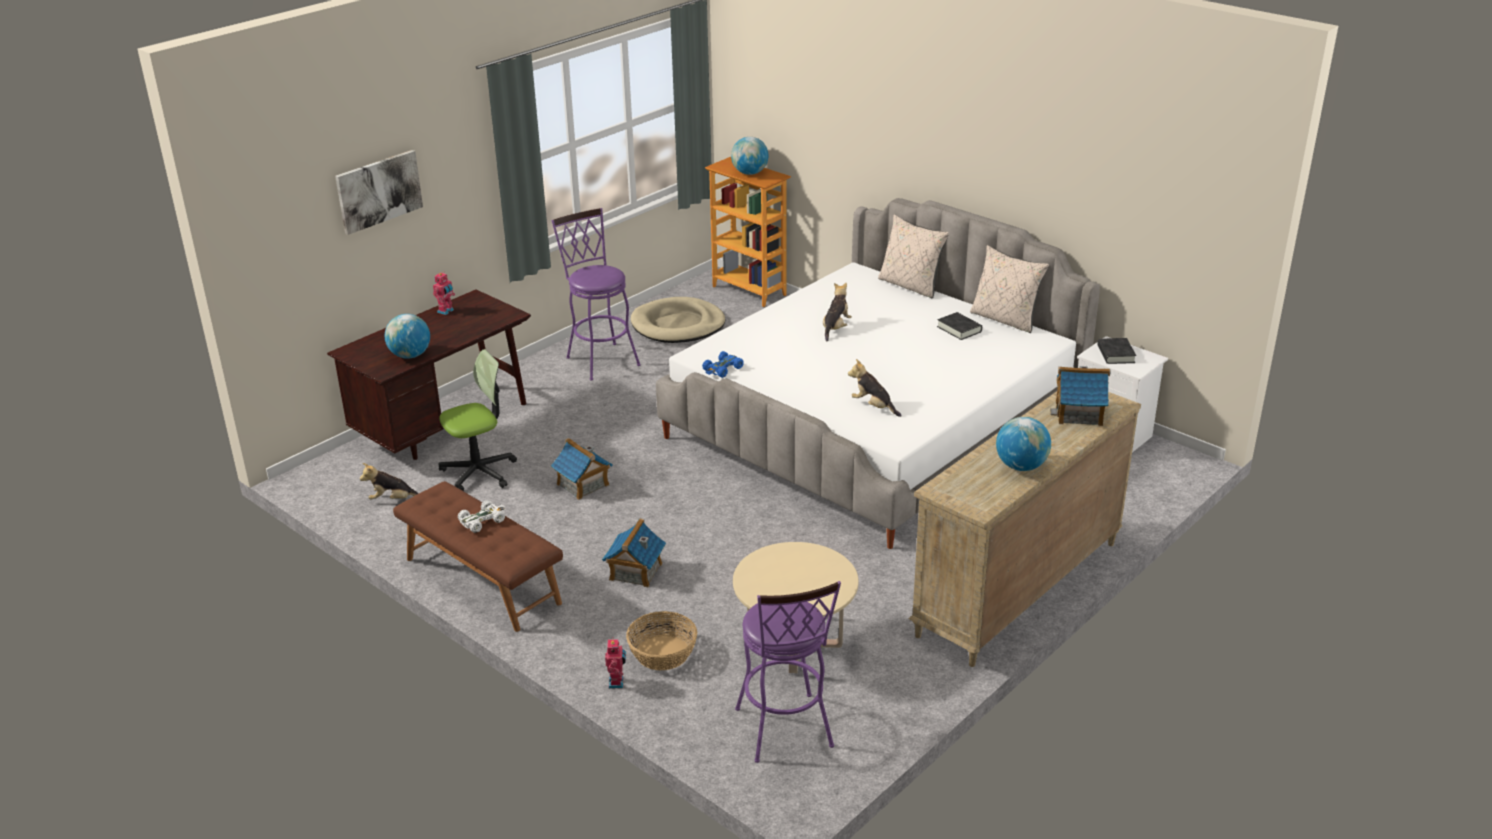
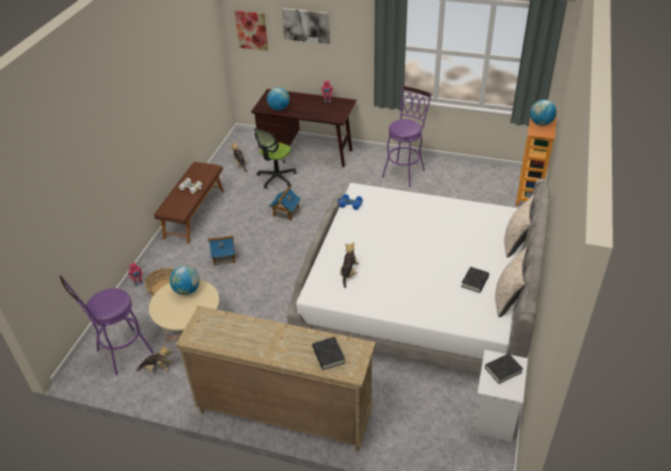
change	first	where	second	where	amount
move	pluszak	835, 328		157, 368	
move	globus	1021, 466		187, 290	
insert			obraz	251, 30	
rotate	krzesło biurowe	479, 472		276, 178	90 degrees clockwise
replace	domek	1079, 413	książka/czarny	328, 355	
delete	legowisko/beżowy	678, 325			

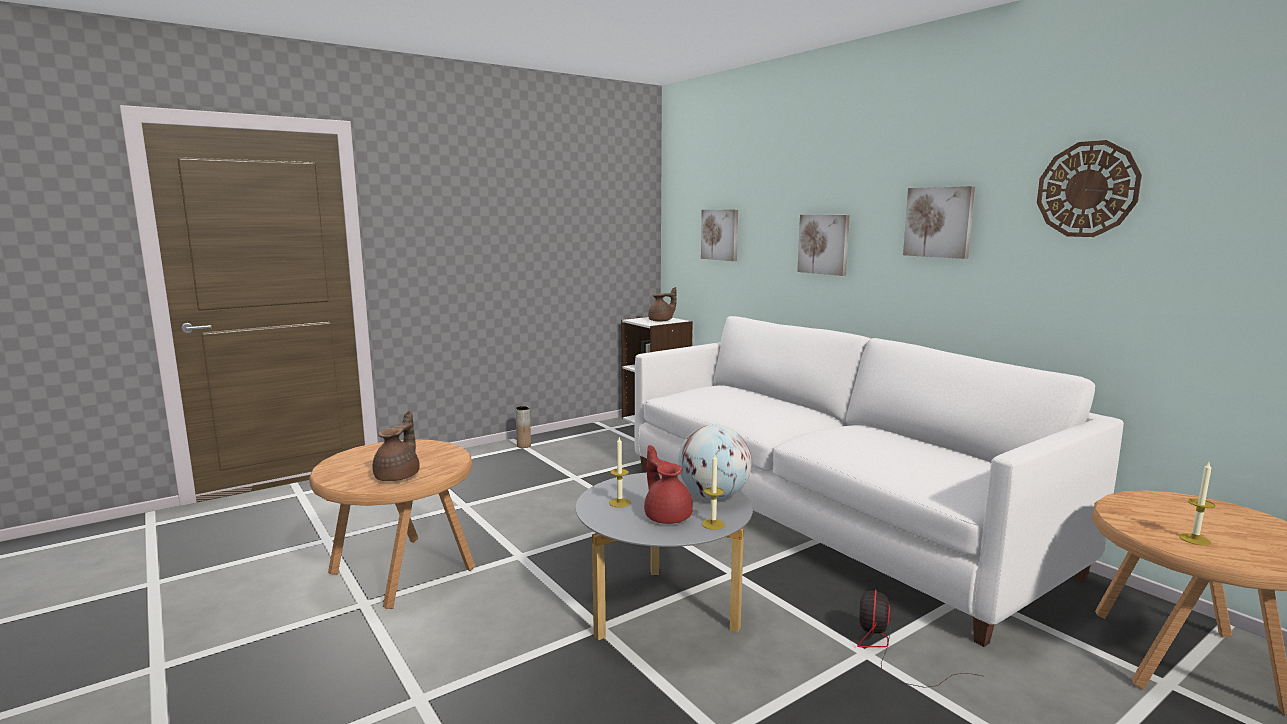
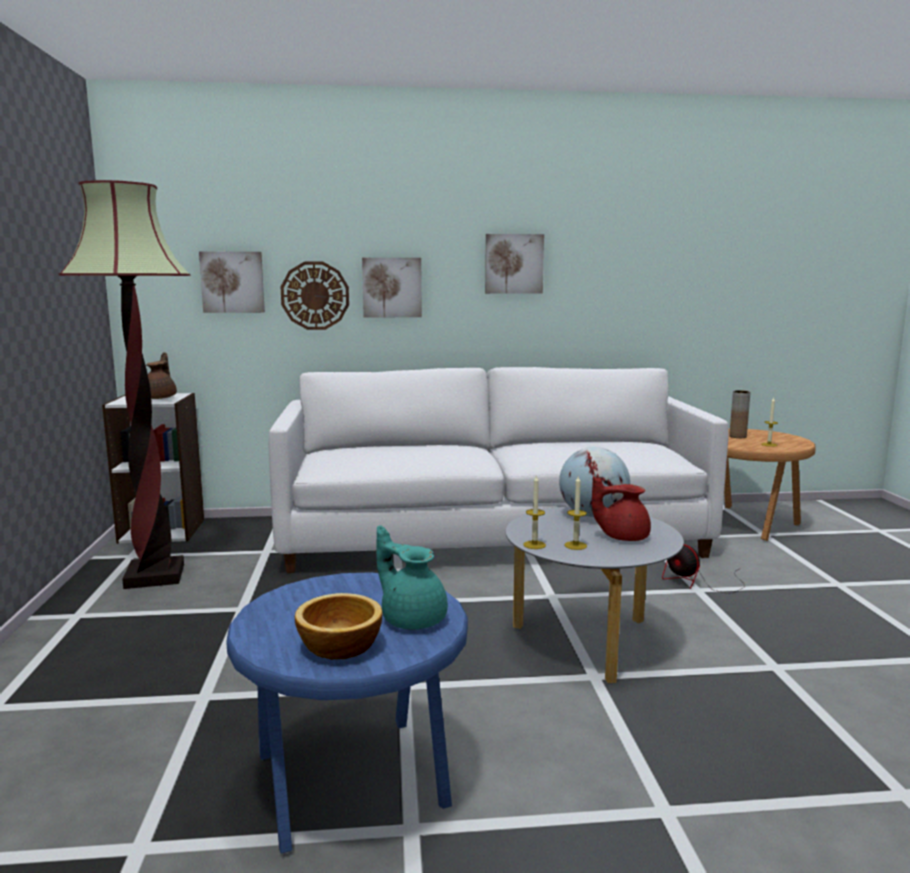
change	first	where	second	where	amount
insert			lampa stojąca	154, 576	
recolor	stolik/brązowy	402, 573	stolik/niebieski	355, 781	
move	zegar ścienny	1087, 189		315, 295	
insert			miska	338, 646	
recolor	imbryk/brązowy	399, 476	imbryk/turkusowy	412, 618	
move	świeca	713, 524		534, 545	
move	wazon/brązowy	524, 446		737, 436	

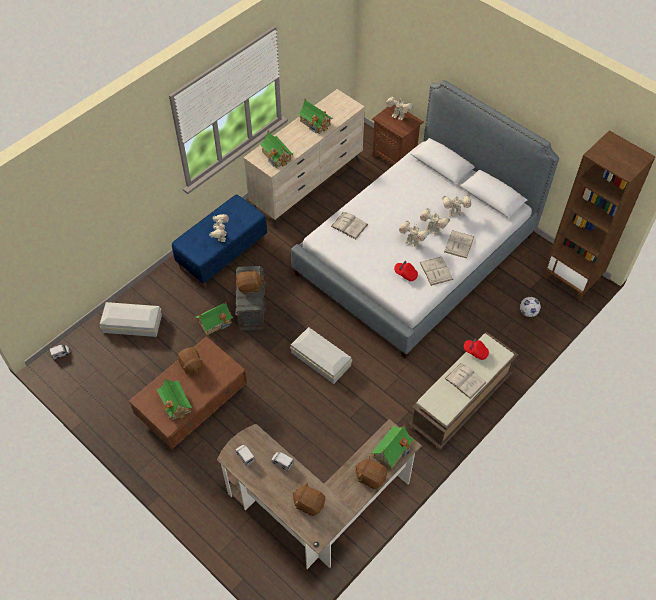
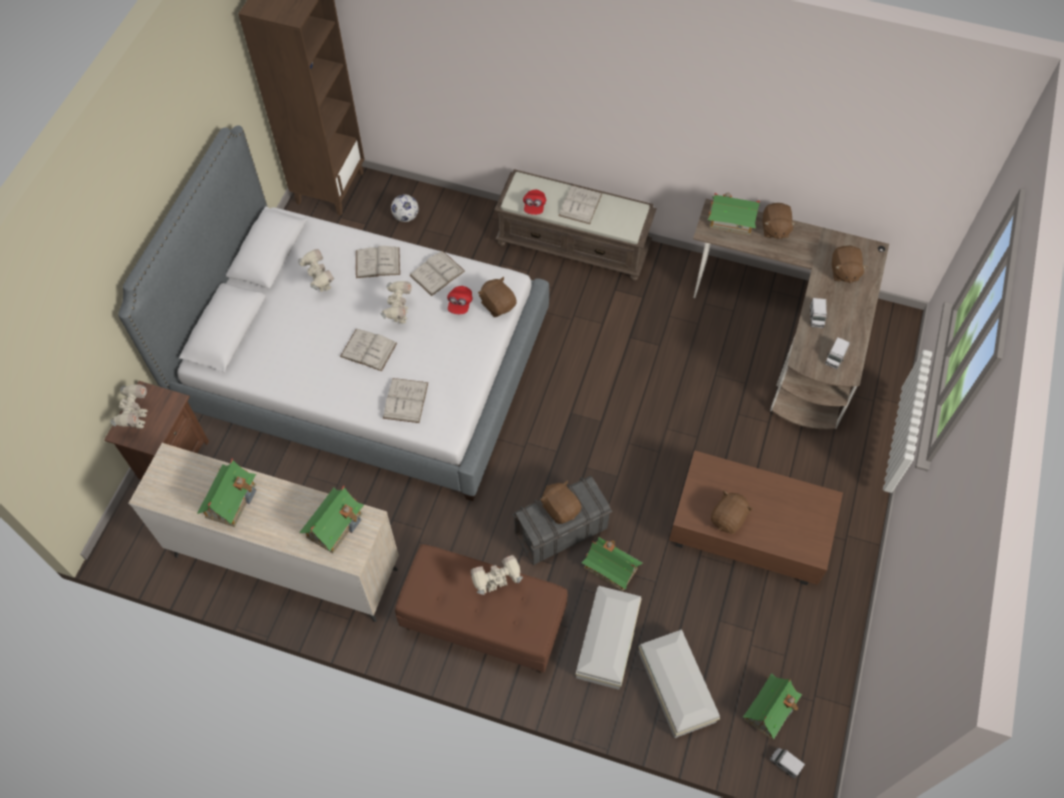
change	first	where	second	where	amount
insert			książka/biały	368, 350	
recolor	ławka/niebieski	222, 254	ławka/brązowy	483, 622	
insert			pluszak/brązowy	498, 304	
move	pojemnik do przechowywania/biały	320, 358		606, 642	
move	domek	175, 404		769, 709	
delete	robot zabawkowy	432, 230			

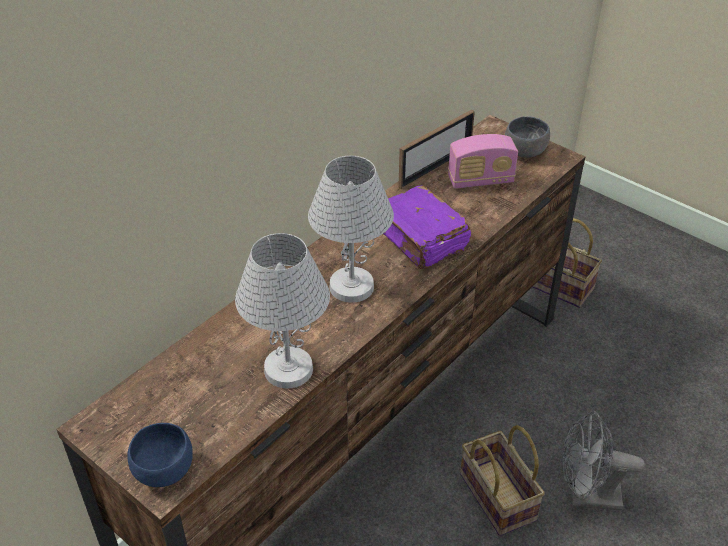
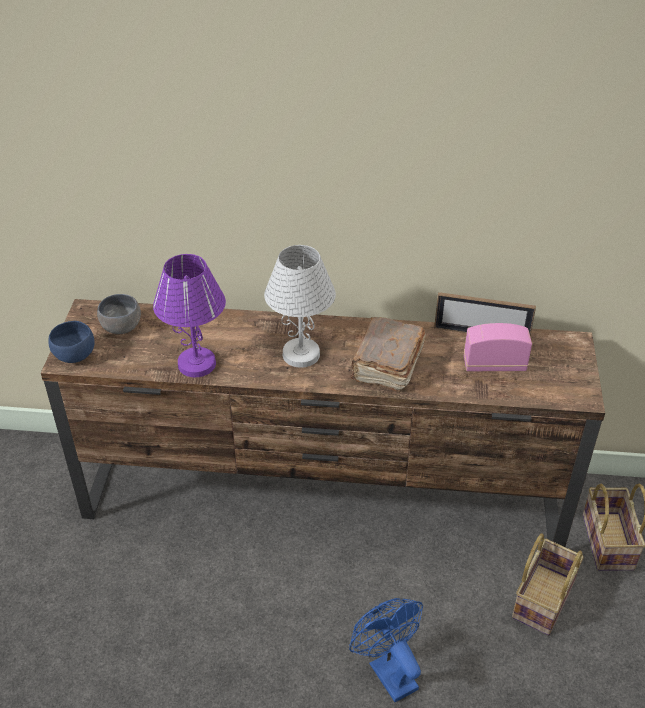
change	first	where	second	where	amount
move	miska/szary	524, 153		120, 327	
recolor	lampa stołowa/biały	289, 370	lampa stołowa/fioletowy	196, 364	
recolor	wentylator/szary	586, 497	wentylator/niebieski	388, 670	
recolor	książka/fioletowy	421, 240	książka/brązowy	386, 365	
rotate	radio	480, 180		494, 365	135 degrees clockwise
move	koszyk	494, 496		542, 597	

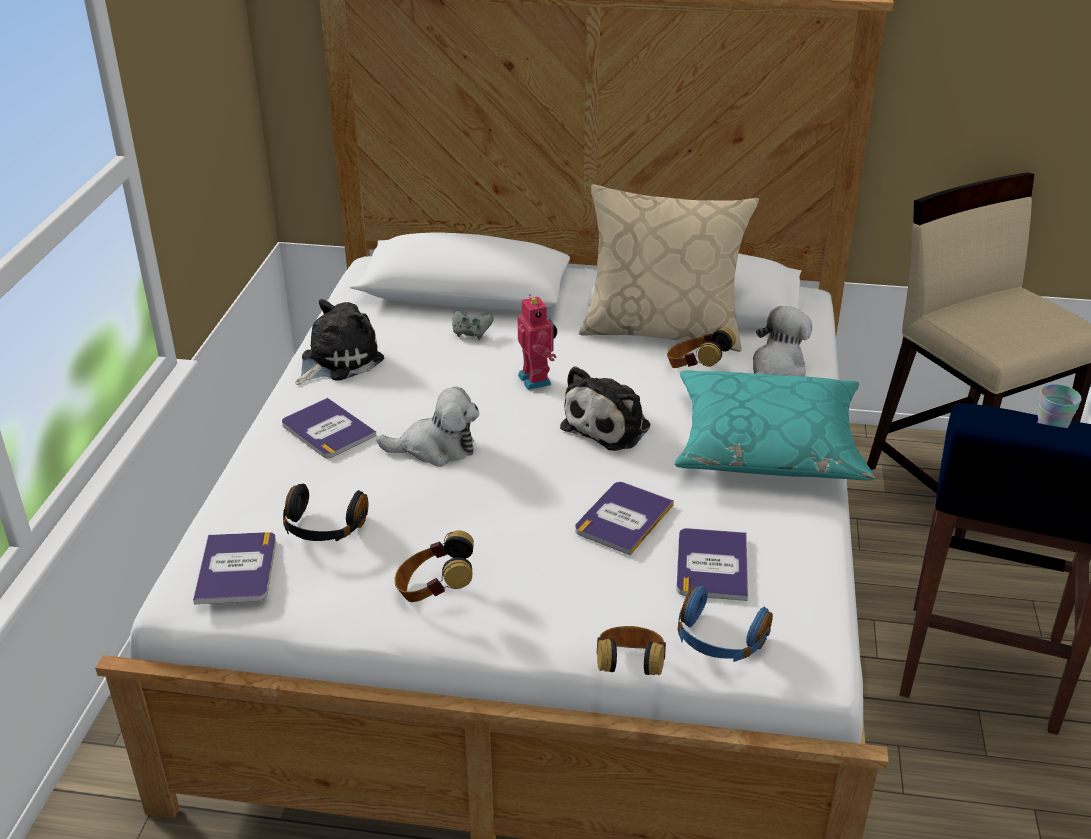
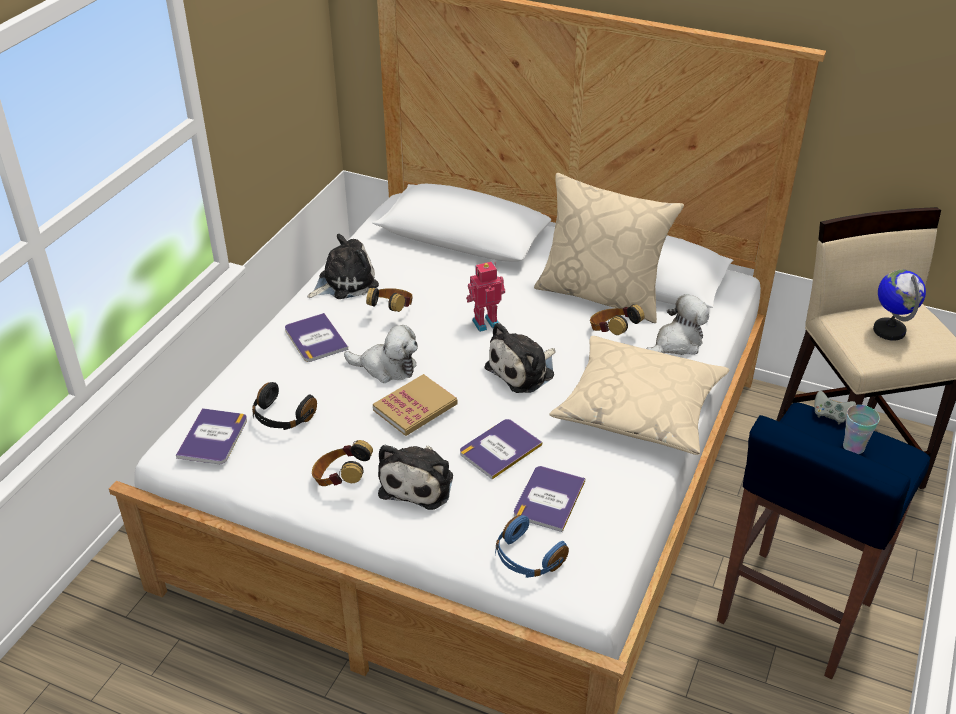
change	first	where	second	where	amount
move	słuchawki	629, 670		392, 311	
insert			książka	415, 407	
insert			pluszak	419, 482	
rotate	robot zabawkowy	537, 379		485, 322	105 degrees counterclockwise
recolor	poduszka/turkusowy	768, 444	poduszka/beżowy	639, 408	
move	pad do gier/szary	471, 333		830, 415	
insert			globus	889, 330	

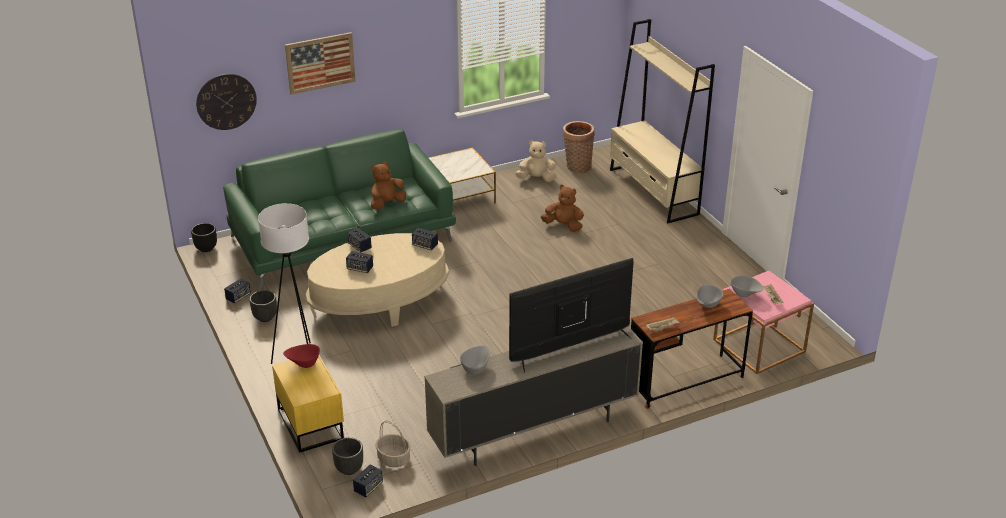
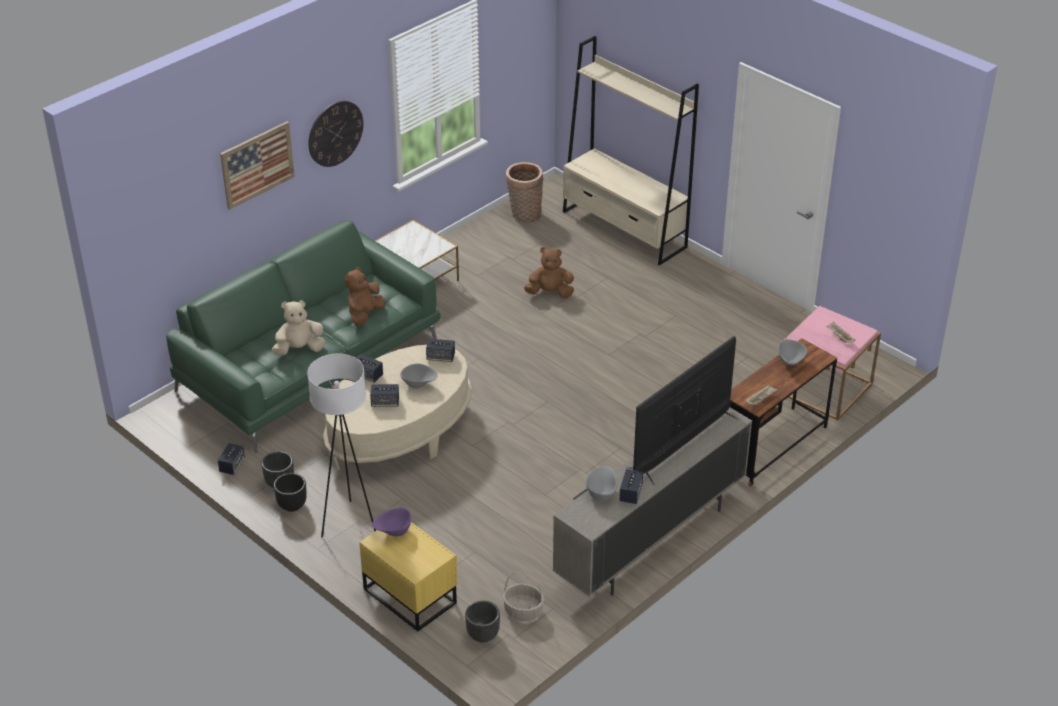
change	first	where	second	where	amount
move	pluszak/beżowy	536, 178		299, 349	
move	donica/czarny	206, 248		292, 505	
move	zegar ścienny	226, 101		335, 133	
recolor	miska/czerwony	303, 363	miska/fioletowy	393, 531	
move	miska/szary	745, 294		419, 384	
move	głośnik	368, 487		630, 494	

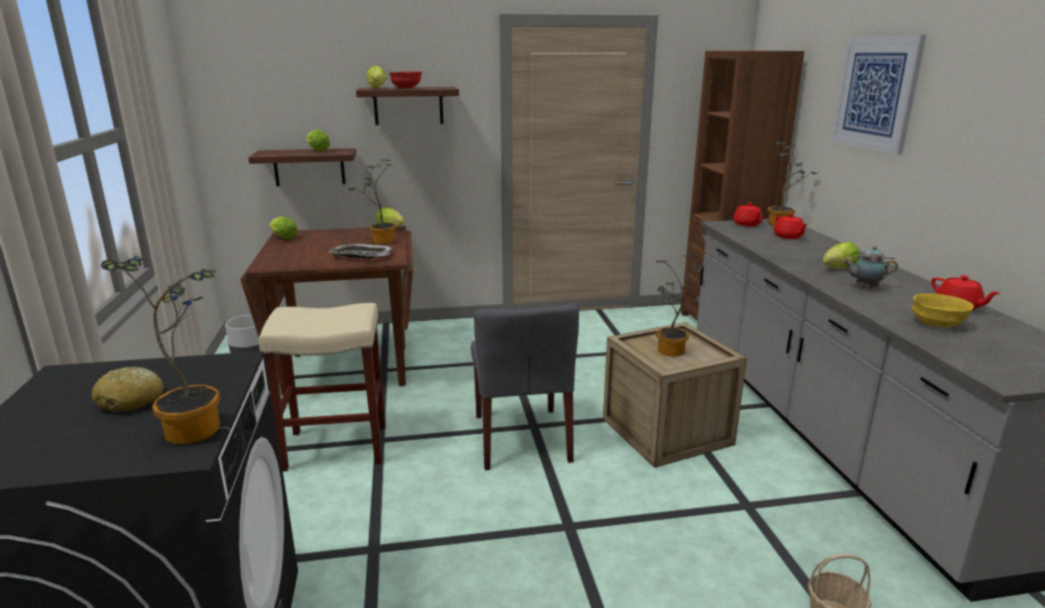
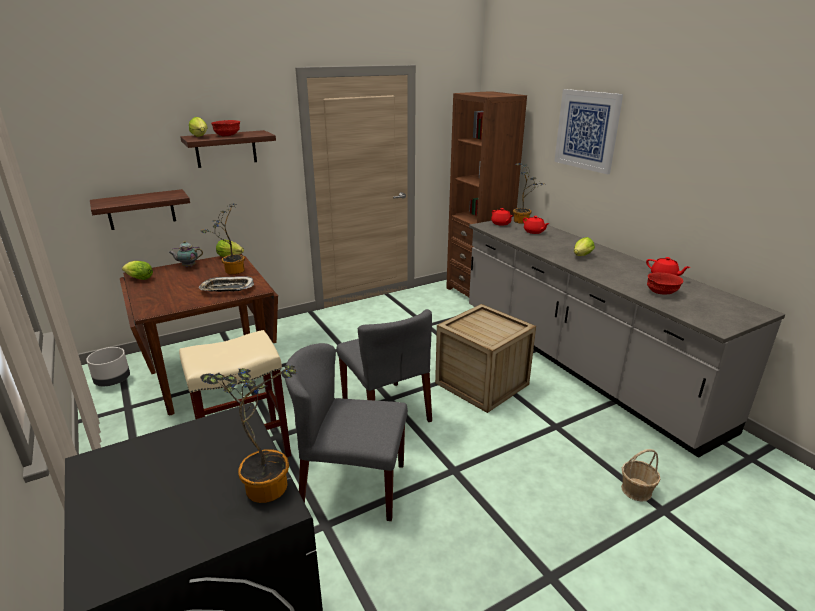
change	first	where	second	where	amount
move	imbryk	864, 287		188, 266	
insert			krzesło/szary	352, 486	
recolor	miska/żółty	936, 324	miska/czerwony	661, 292	
delete	chleb	131, 401			
delete	sałata	317, 150			
delete	roślina doniczkowa	669, 352			

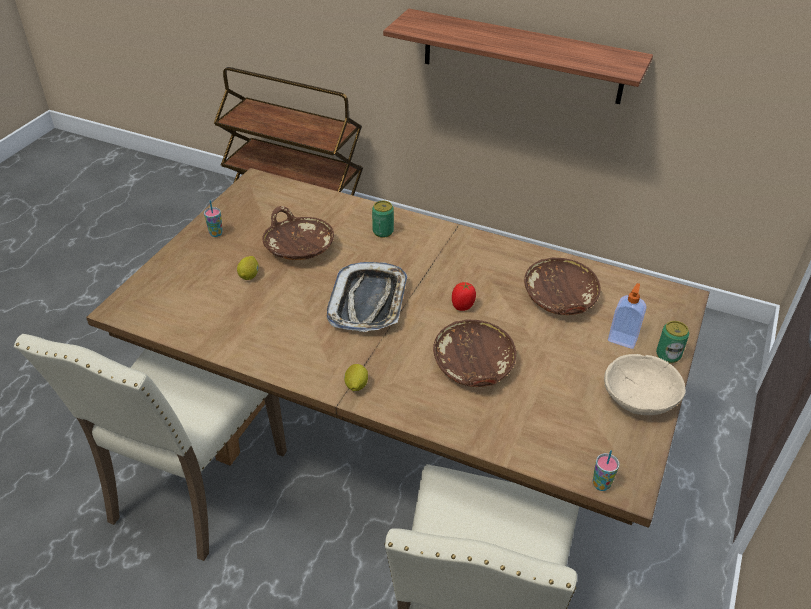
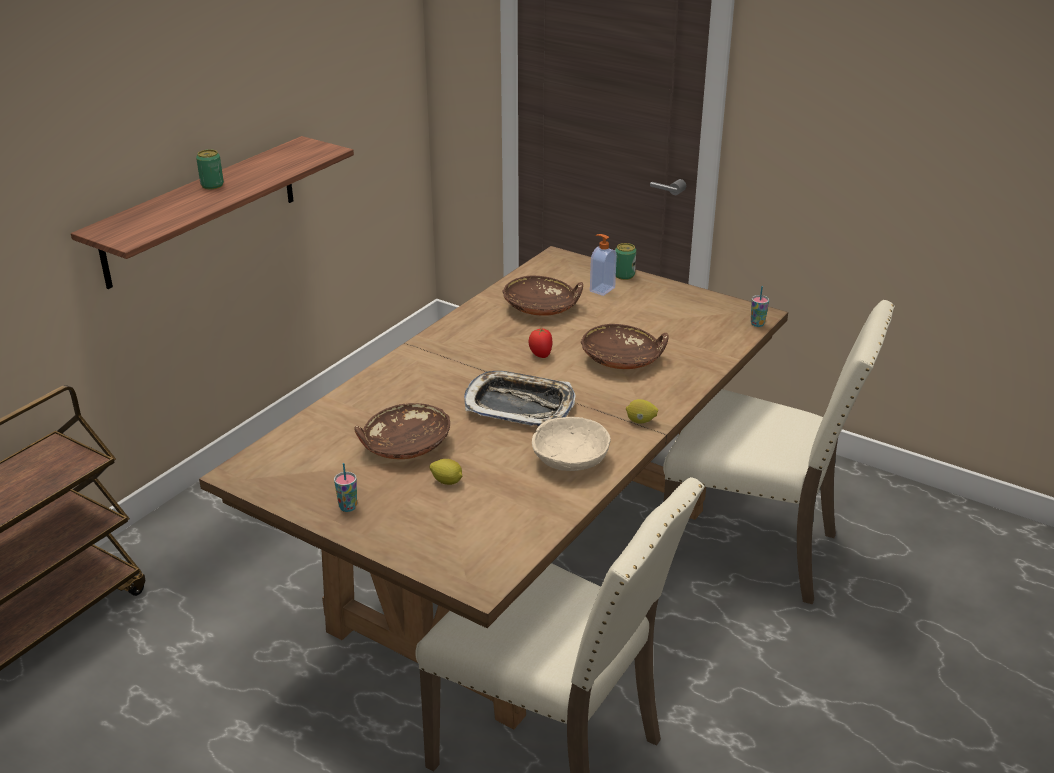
change	first	where	second	where	amount
move	puszka	383, 231		212, 185	
move	miska/beżowy	640, 397		570, 459	

